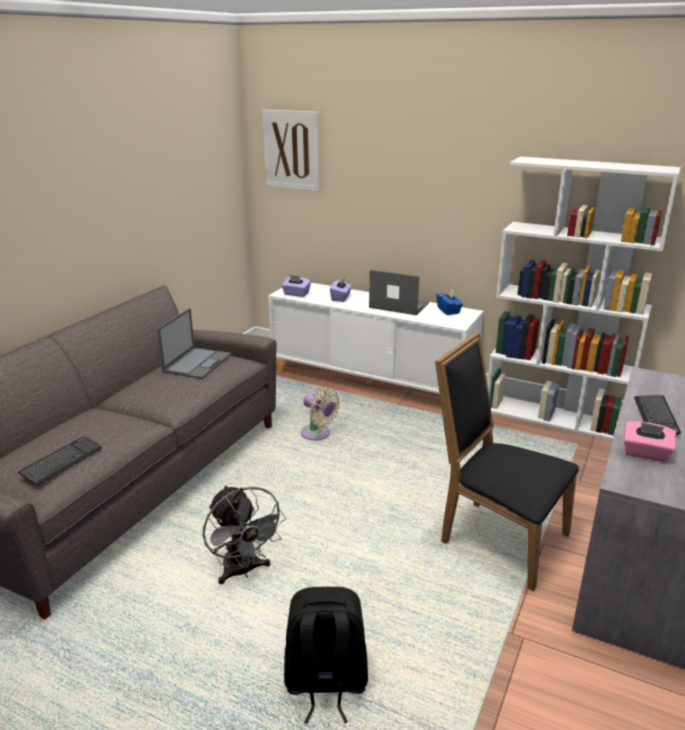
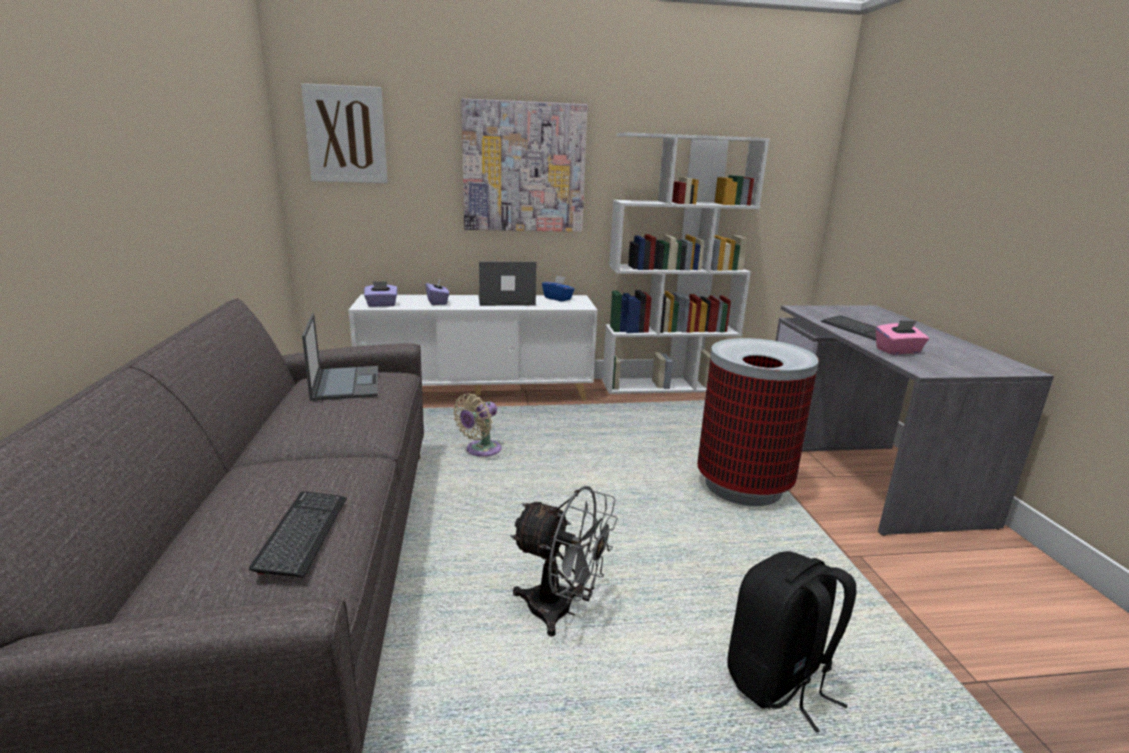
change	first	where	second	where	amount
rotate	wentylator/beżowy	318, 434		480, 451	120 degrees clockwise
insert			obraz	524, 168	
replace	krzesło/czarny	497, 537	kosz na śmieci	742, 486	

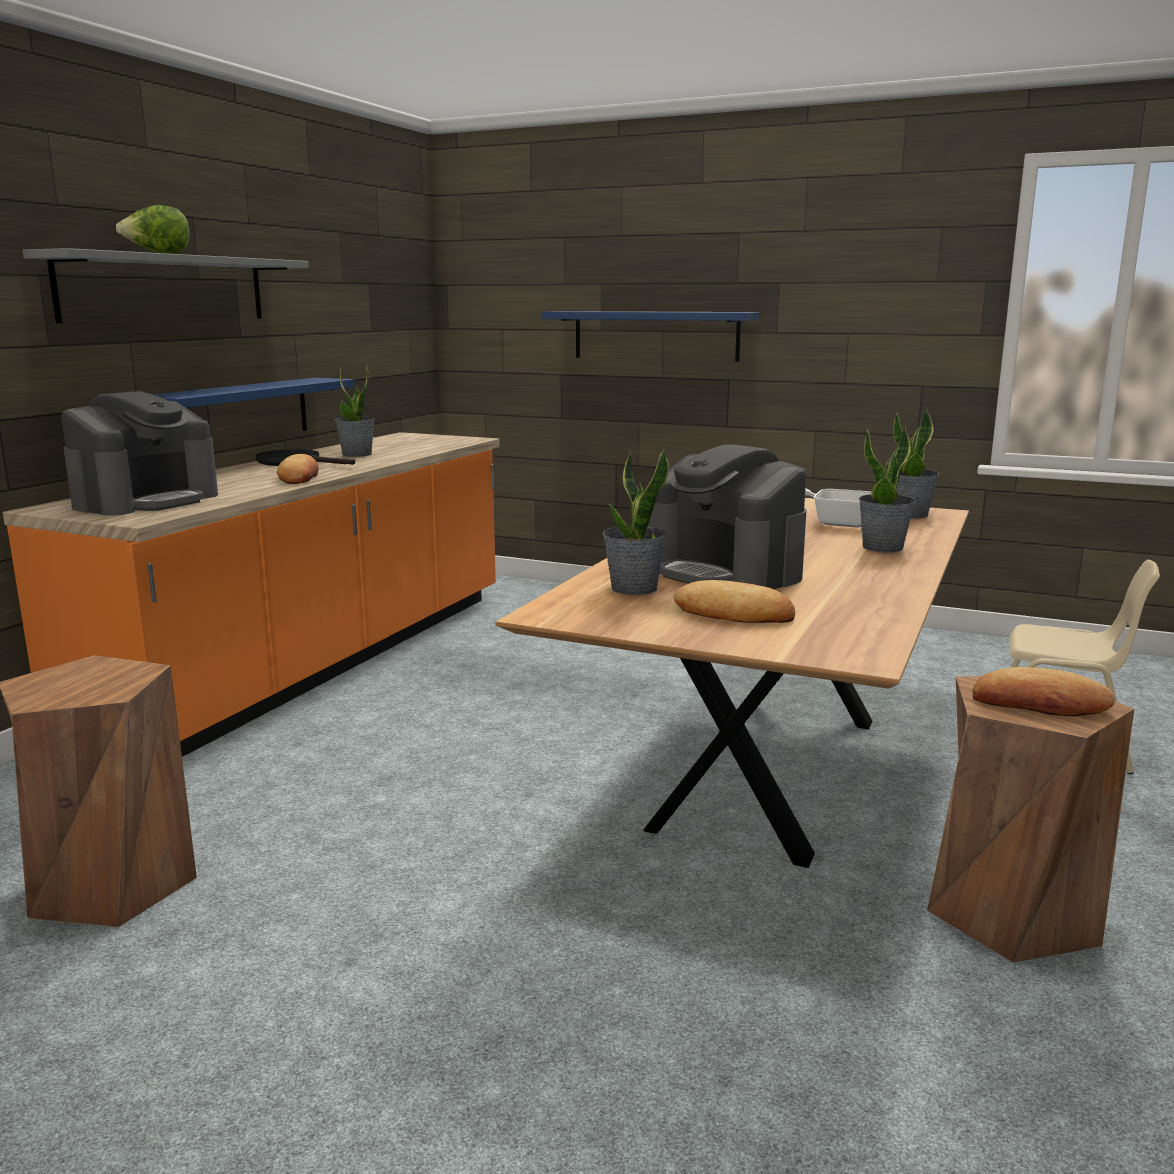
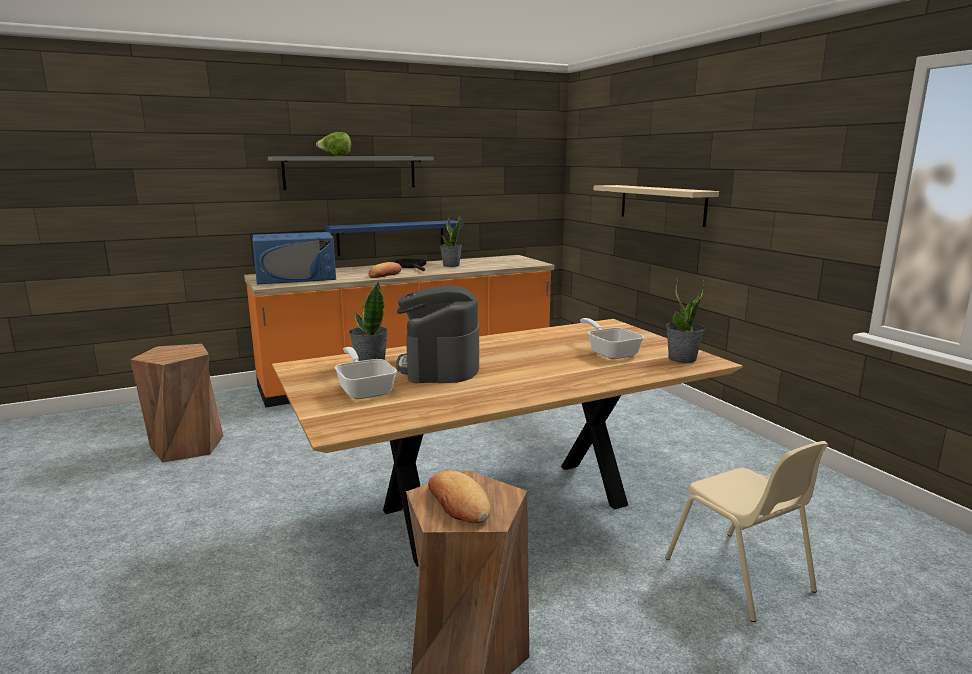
change	first	where	second	where	amount
replace	ekspres do kawy	146, 501	mikrofalówka/niebieski	296, 277	
replace	chleb	734, 614	patelnia	365, 389	
recolor	półka/niebieski	655, 335	półka/beżowy	661, 204	
delete	roślina doniczkowa	883, 547			

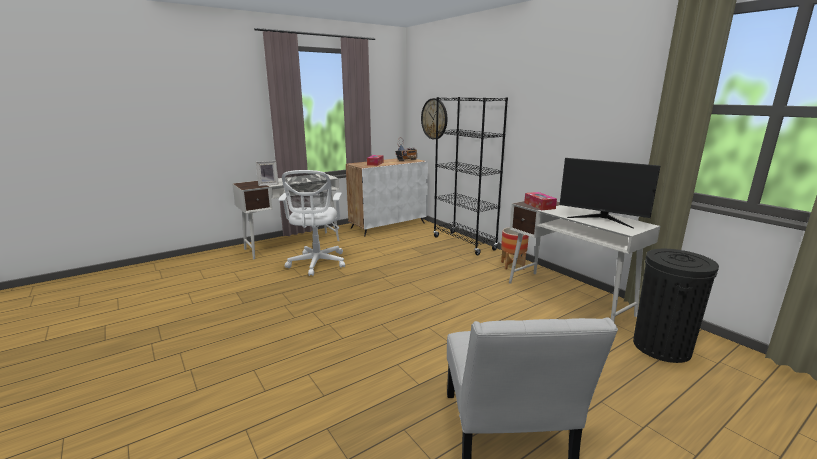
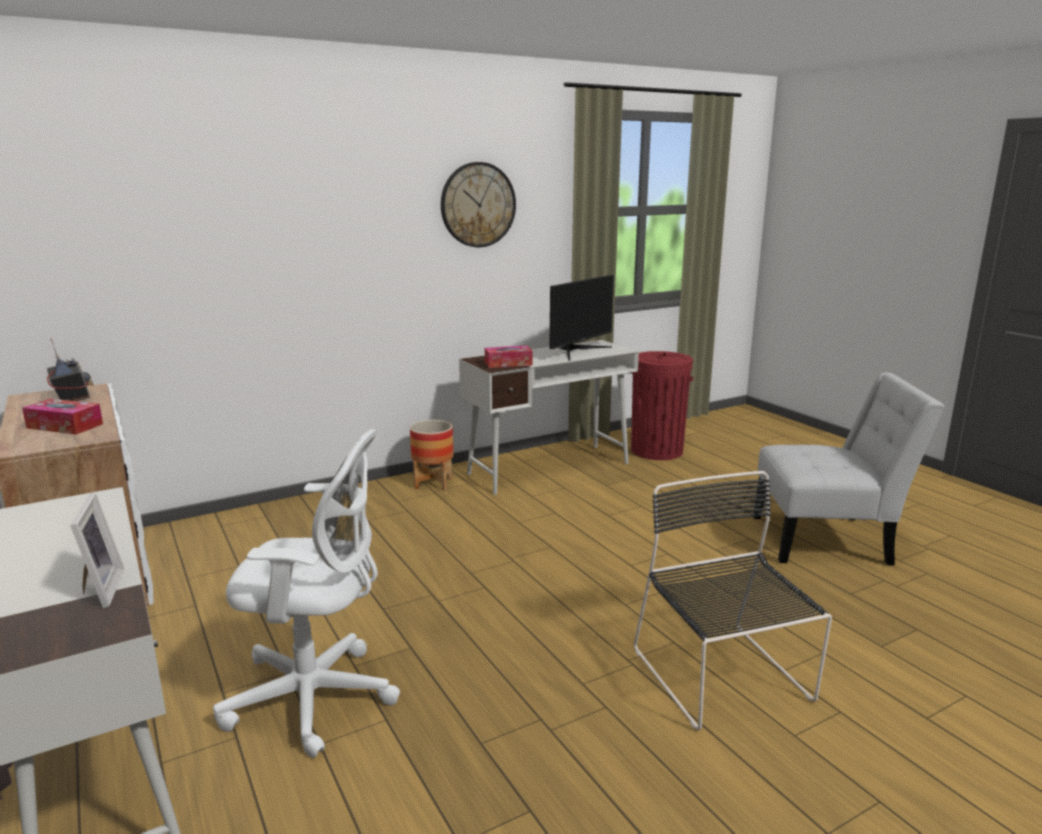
change	first	where	second	where	amount
move	zegar ścienny	434, 119		478, 205	
recolor	kosz na śmieci/czarny	661, 347	kosz na śmieci/czerwony	656, 450	
insert			krzesło/czarny	723, 678	
delete	regał/czarny	464, 243			

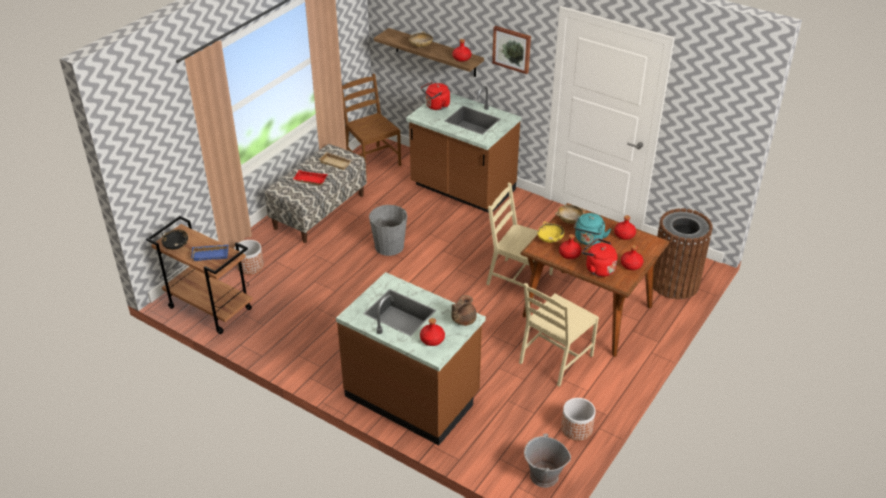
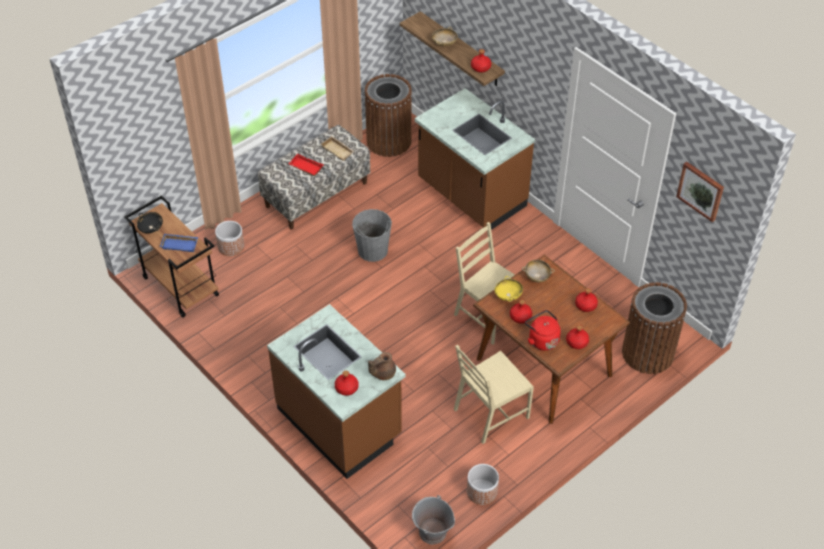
change	first	where	second	where	amount
replace	krzesło/brązowy	371, 161	kosz na śmieci/brązowy	389, 141	
move	obraz	512, 49		701, 190	
delete	czajnik/czerwony	436, 106			
delete	czajnik/turkusowy	588, 240			

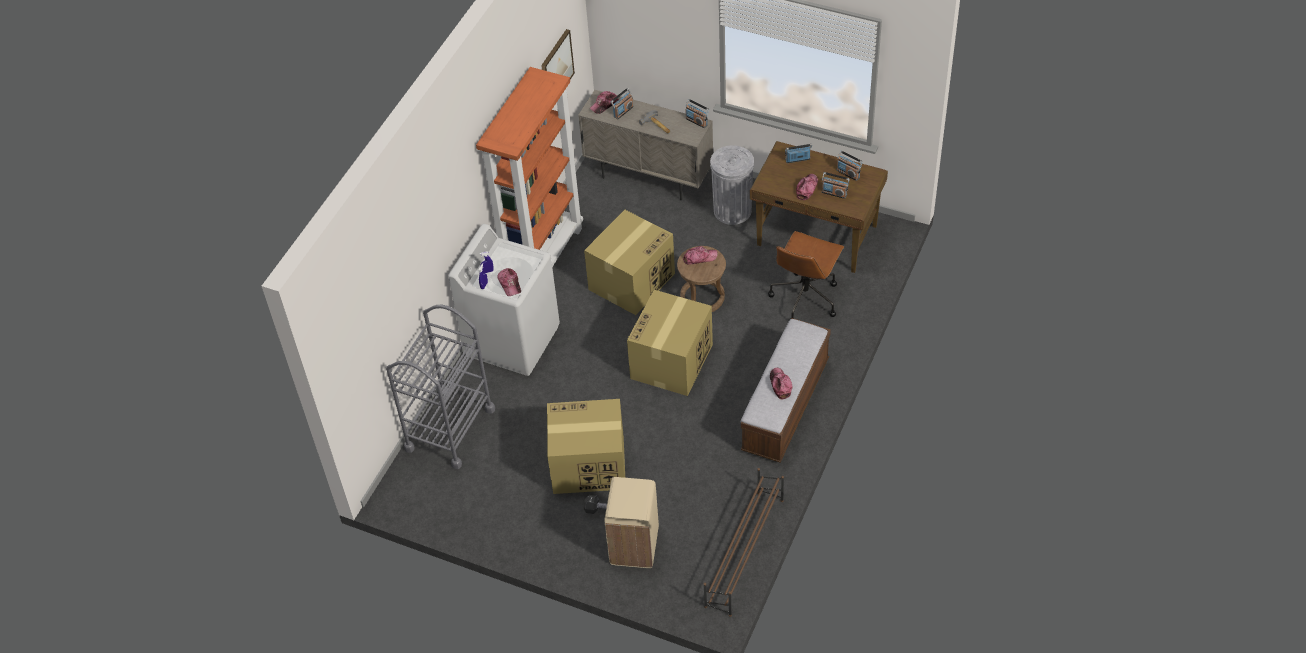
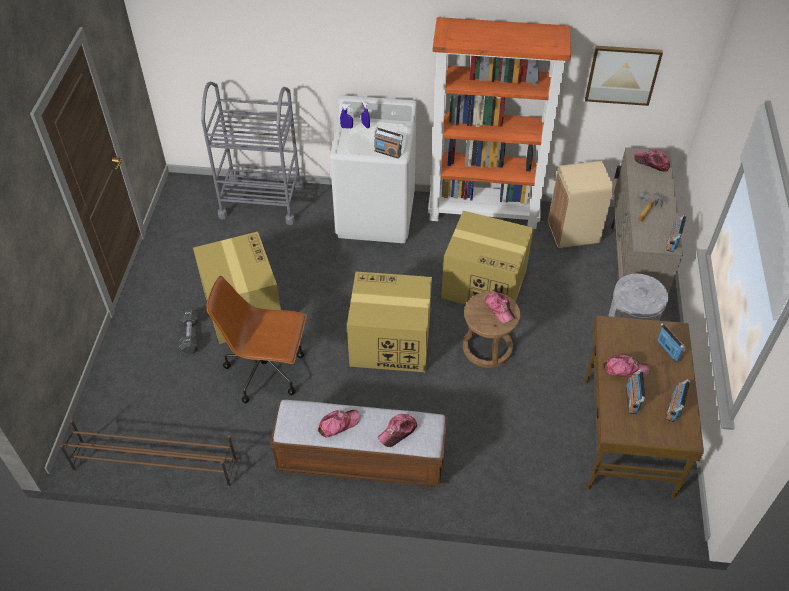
change	first	where	second	where	amount
move	krzesło biurowe/brązowy	805, 298		267, 371	
move	radio	623, 111		387, 152	
move	czapka z daszkiem	510, 284		398, 432	
move	kosz na śmieci/beżowy	635, 546		573, 233	

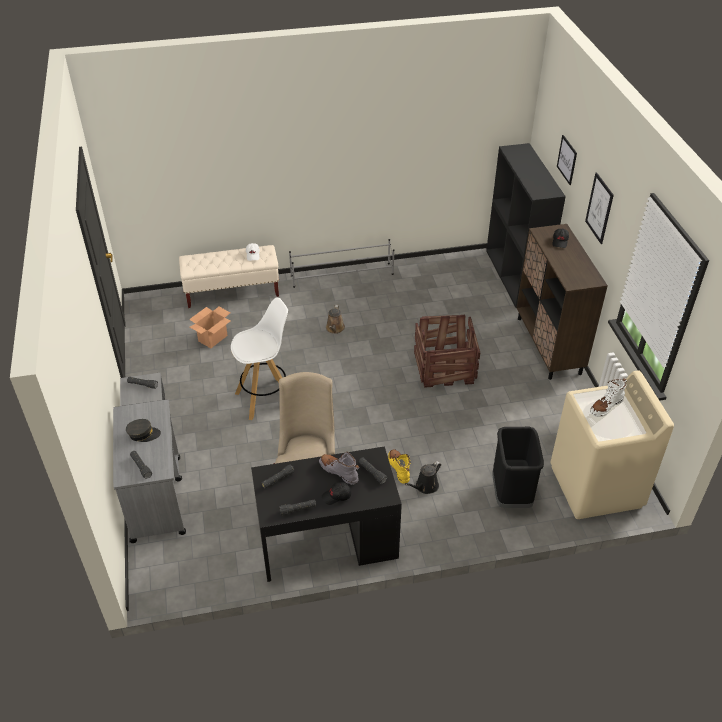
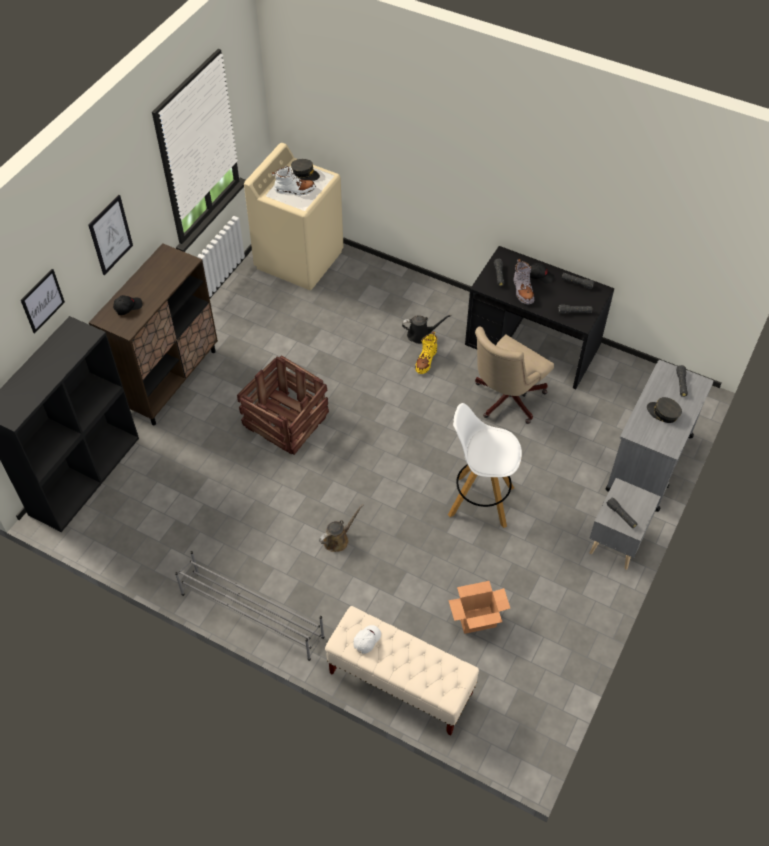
change	first	where	second	where	amount
insert			czapka z daszkiem/szary	305, 174	
delete	kosz na śmieci/czarny	511, 495			

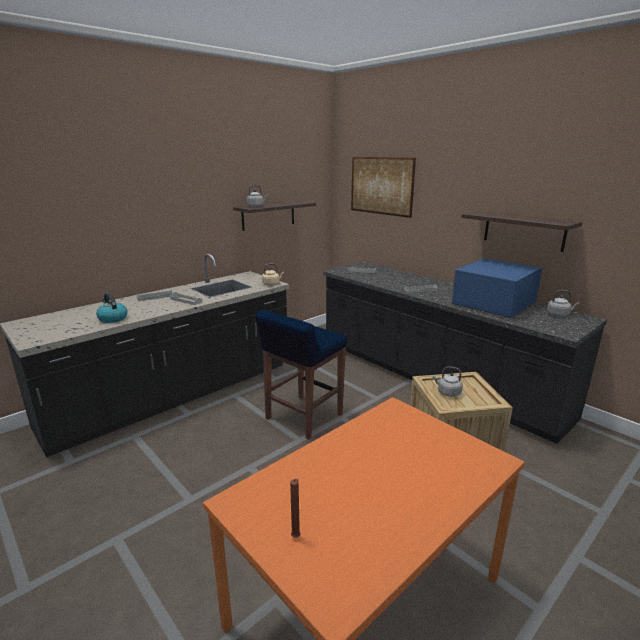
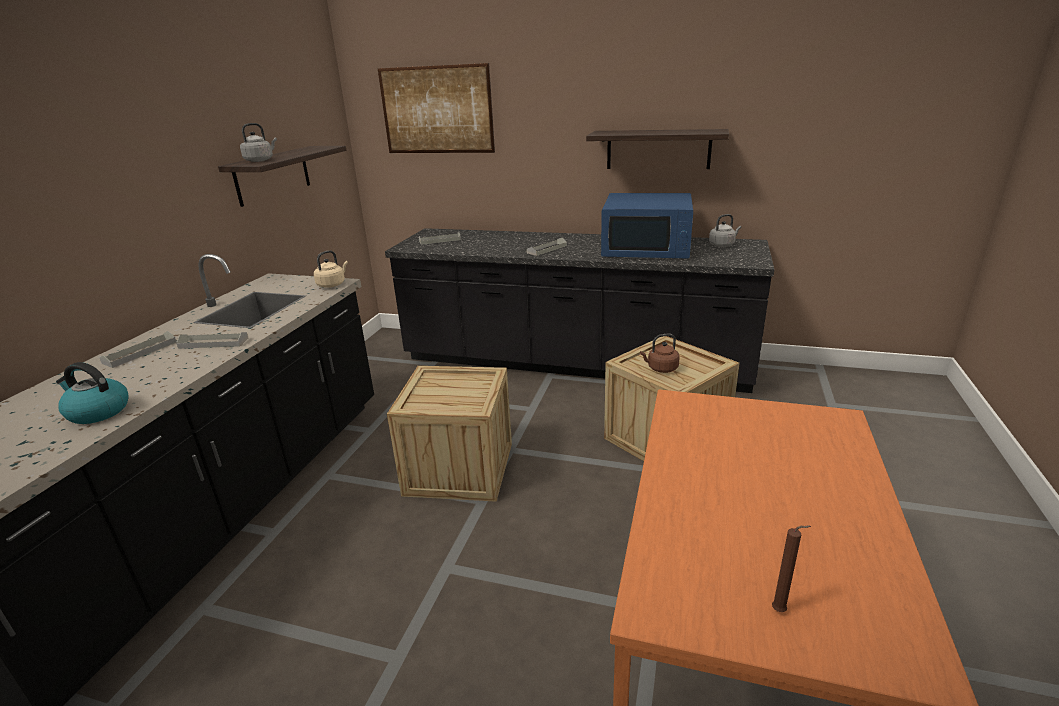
change	first	where	second	where	amount
replace	stołek/niebieski	303, 417	skrzynka	459, 468	
rotate	mikrofalówka/niebieski	493, 304		647, 248	90 degrees counterclockwise
recolor	czajnik/szary	447, 392	czajnik/brązowy	661, 368	

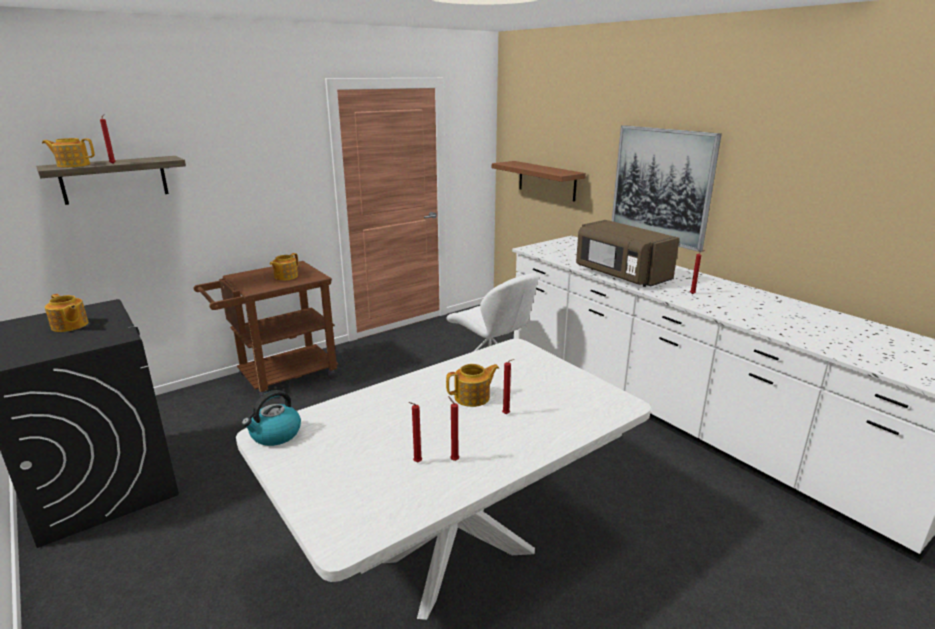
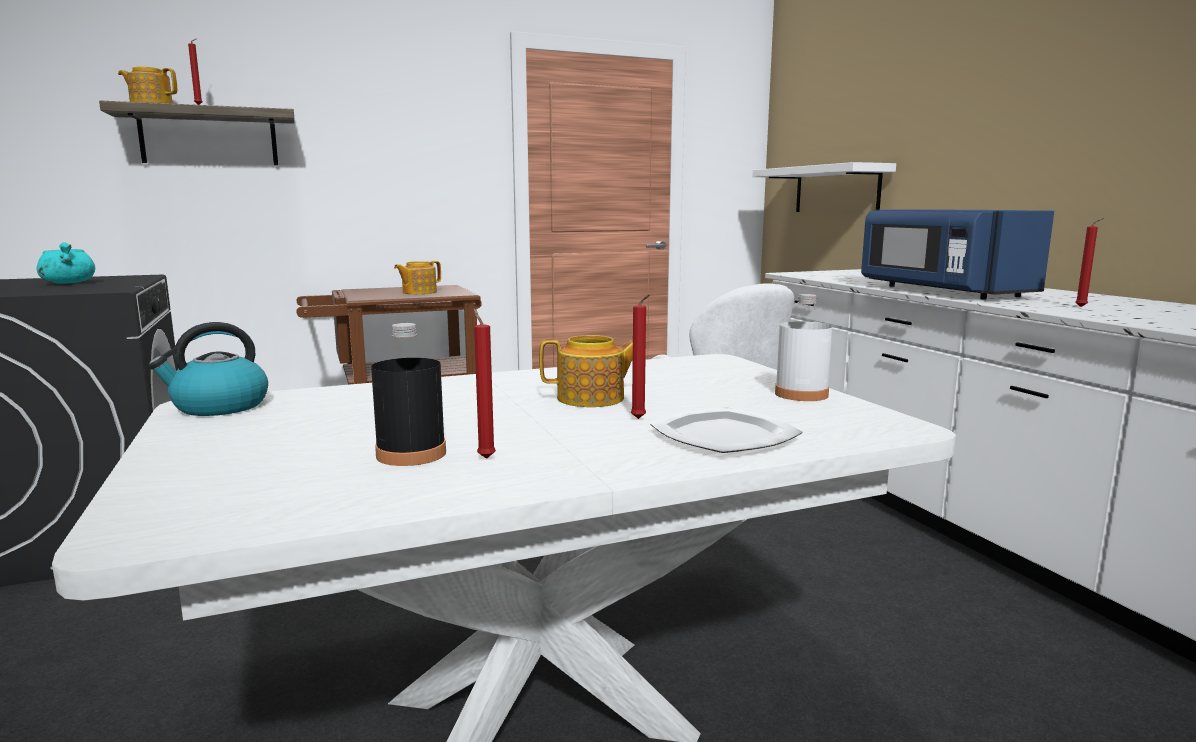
change	first	where	second	where	amount
replace	imbryk	69, 326	garnek/turkusowy	68, 283	
replace	świeca/czerwony	416, 462	butelka/czarny	411, 454	
insert			talerz	726, 436	
recolor	półka/brązowy	547, 180	półka/biały	836, 190	
insert			butelka/biały	801, 394	
recolor	mikrofalówka/brązowy	620, 275	mikrofalówka/niebieski	941, 291	
delete	obraz	662, 186			

